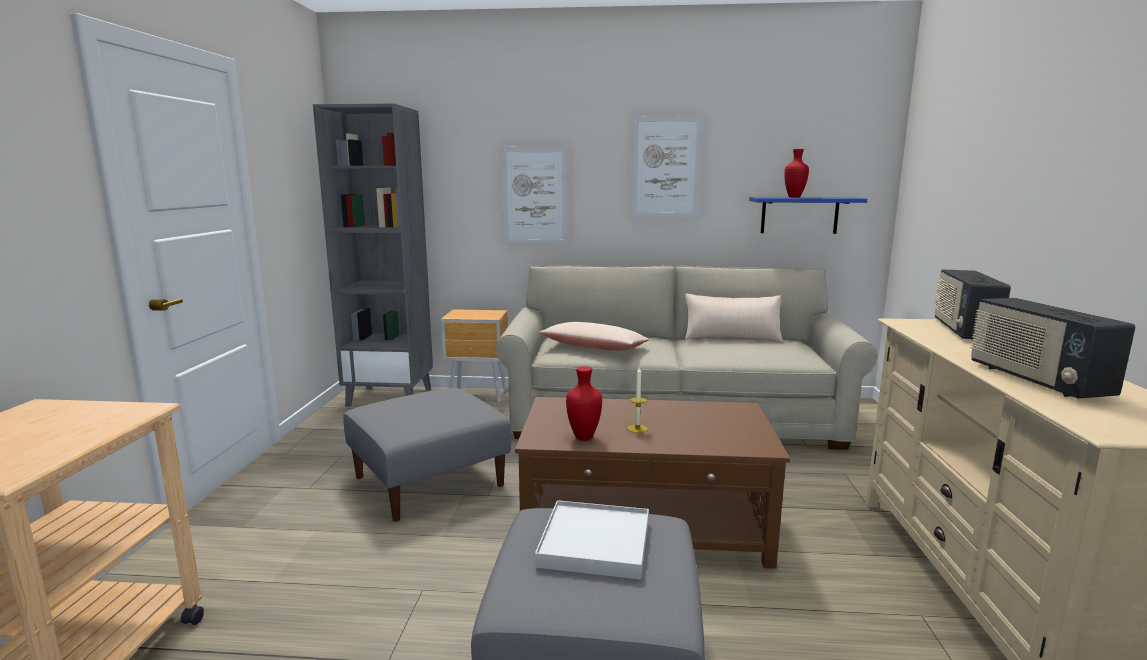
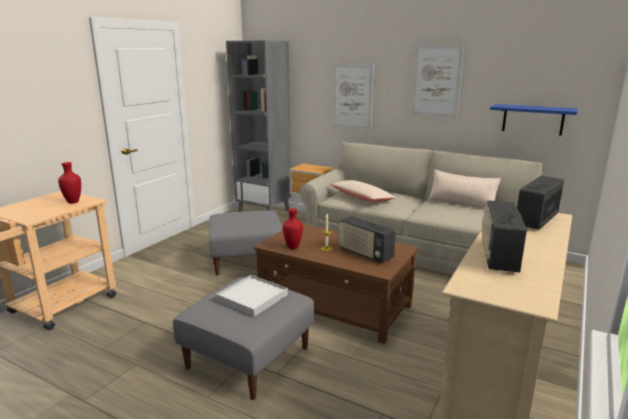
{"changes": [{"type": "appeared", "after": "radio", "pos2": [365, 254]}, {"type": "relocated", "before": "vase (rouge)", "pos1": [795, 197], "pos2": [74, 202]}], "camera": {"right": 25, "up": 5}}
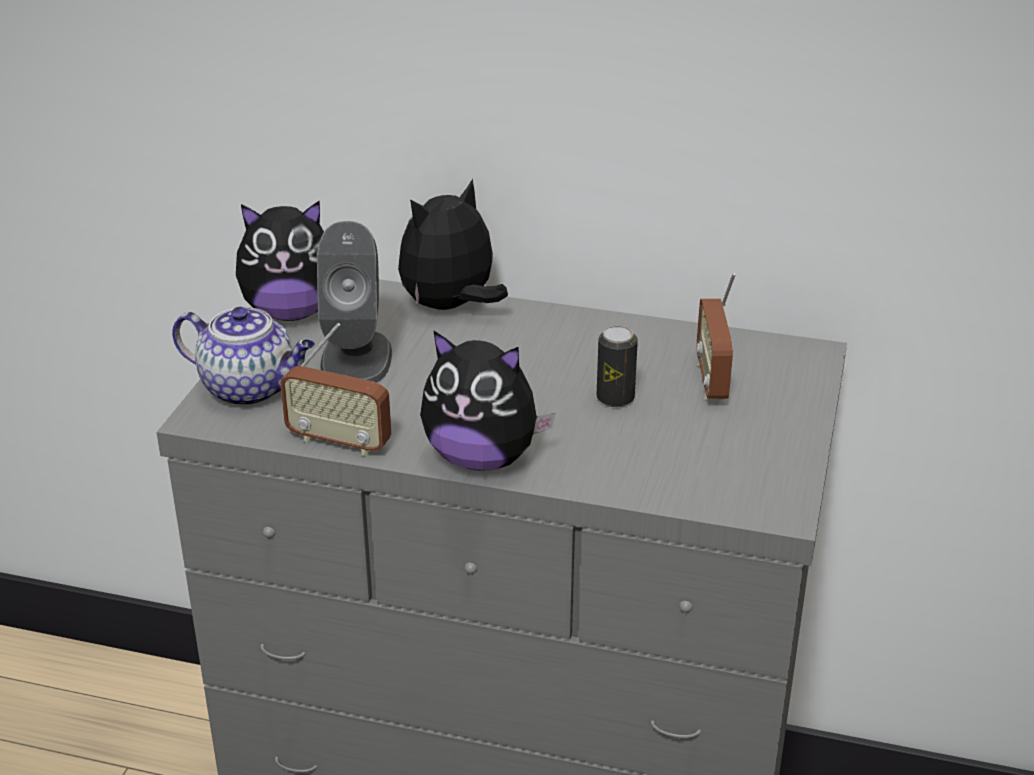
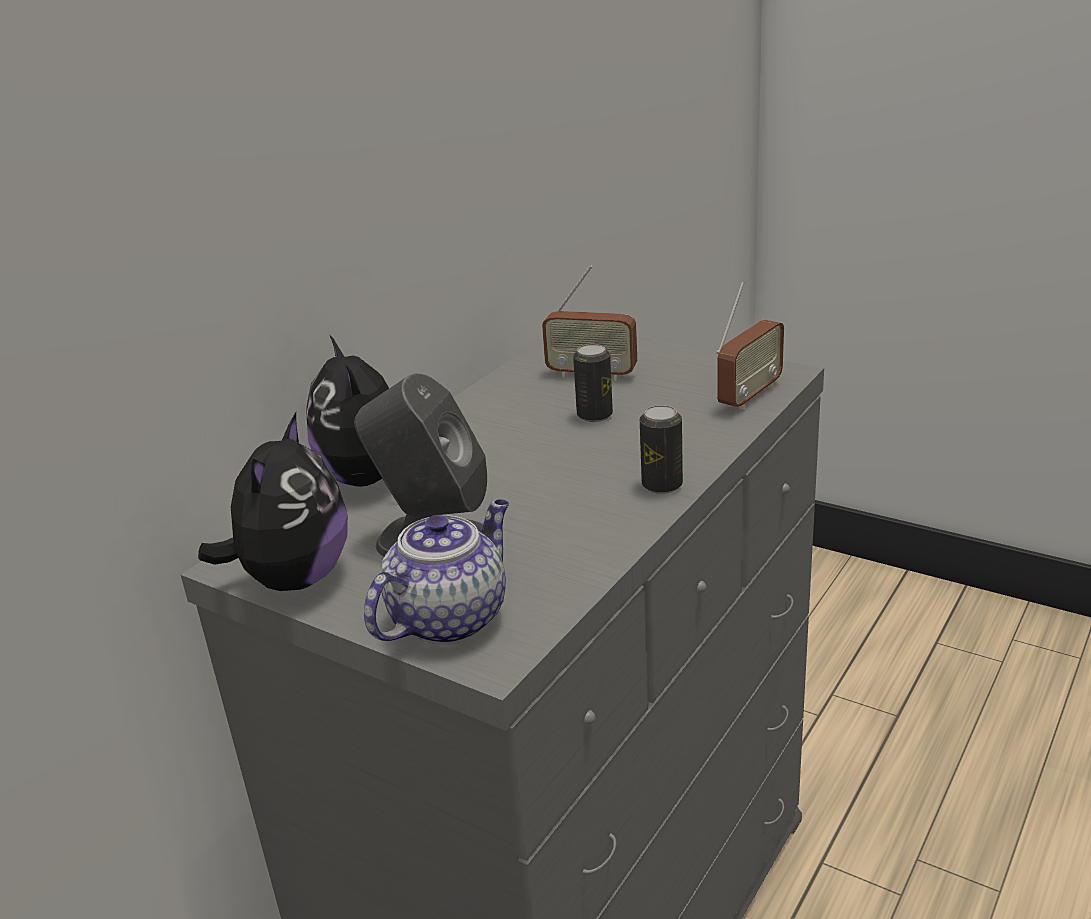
{"changes": [{"type": "relocated", "before": "radio", "pos1": [339, 442], "pos2": [749, 396]}, {"type": "exchanged", "before": "peluche", "after": "boîte métallique", "pos1": [482, 458], "pos2": [662, 485]}], "camera": {"right": -70, "up": -5}}
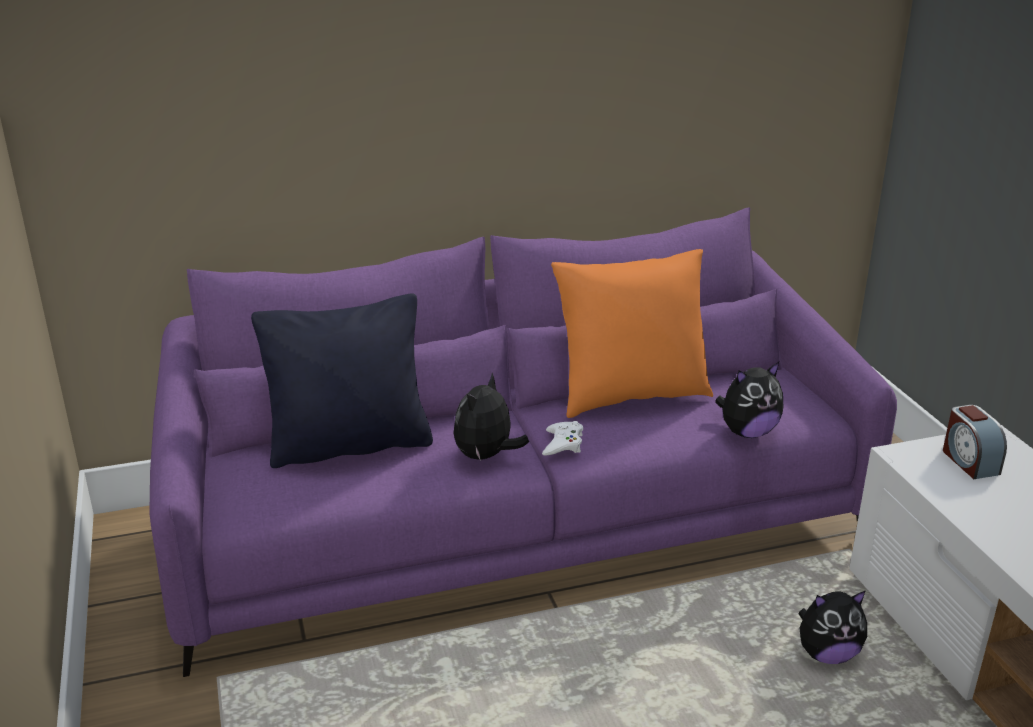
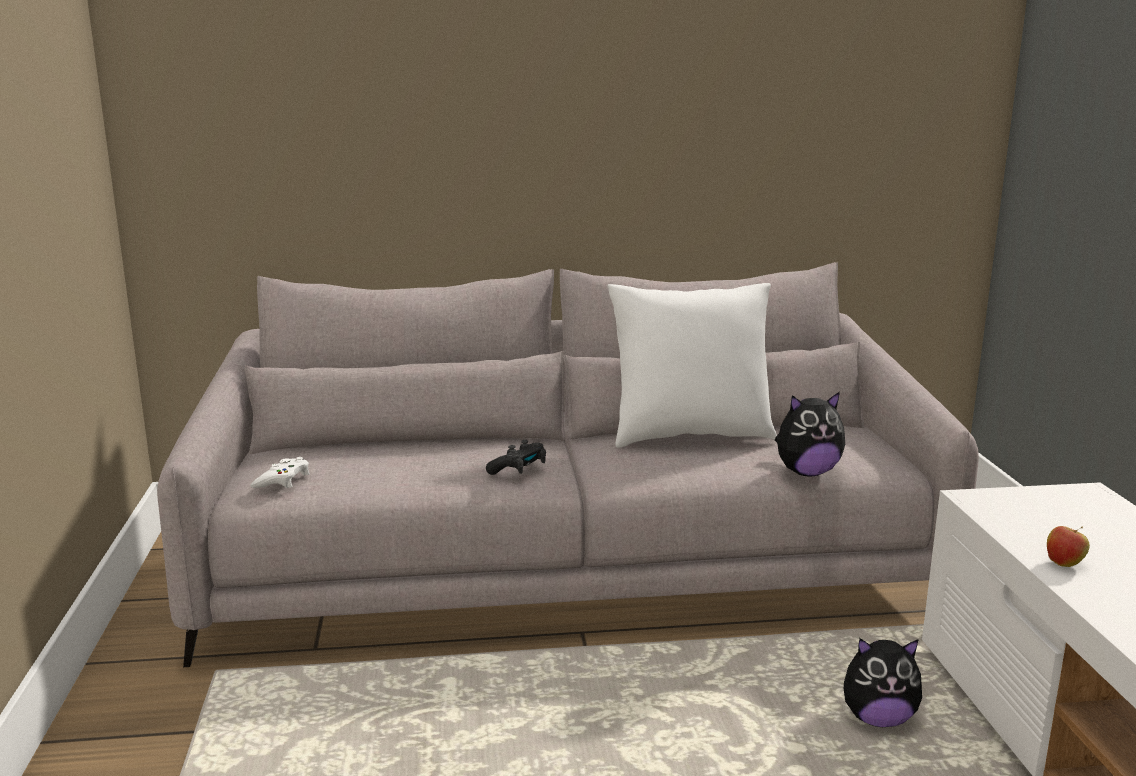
{"changes": [{"type": "missing", "before": "coussin (noir)", "pos1": [350, 445]}, {"type": "missing", "before": "réveil", "pos1": [969, 461]}, {"type": "appeared", "after": "pomme", "pos2": [1064, 564]}, {"type": "relocated", "before": "manette (blanc)", "pos1": [563, 444], "pos2": [282, 480]}, {"type": "exchanged", "before": "peluche", "after": "manette (noir)", "pos1": [486, 456], "pos2": [518, 470]}, {"type": "colour", "before": "canapé (violet)", "after": "canapé (gris)", "pos1": [516, 525], "pos2": [568, 572]}, {"type": "colour", "before": "coussin (orange)", "after": "coussin (blanc)", "pos1": [630, 396], "pos2": [689, 436]}], "camera": {"right": 10, "up": -10}}
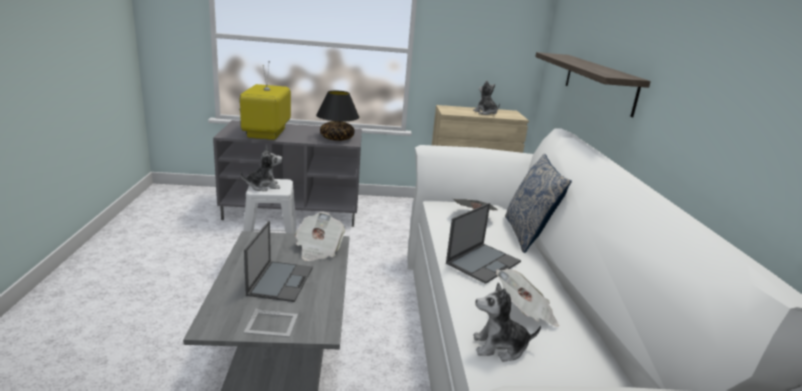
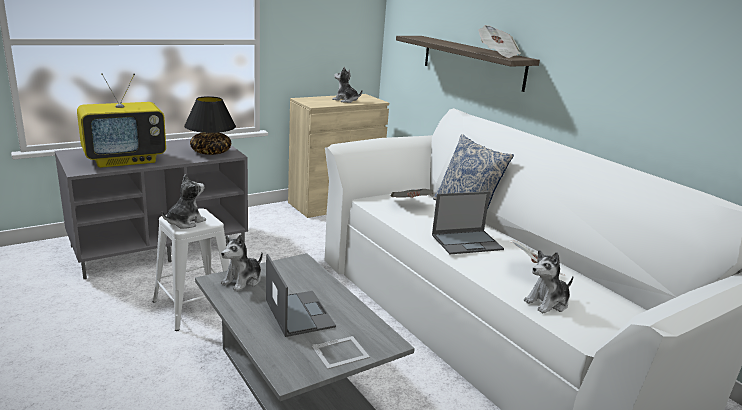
{"changes": [{"type": "appeared", "after": "peluche", "pos2": [243, 280]}, {"type": "relocated", "before": "journal", "pos1": [318, 249], "pos2": [497, 54]}, {"type": "spun", "before": "téléviseur", "pos1": [267, 133], "pos2": [125, 160], "turn": -90}, {"type": "spun", "before": "ordinateur portable", "pos1": [483, 262], "pos2": [467, 242], "turn": 60}], "camera": {"right": -30, "up": 0}}
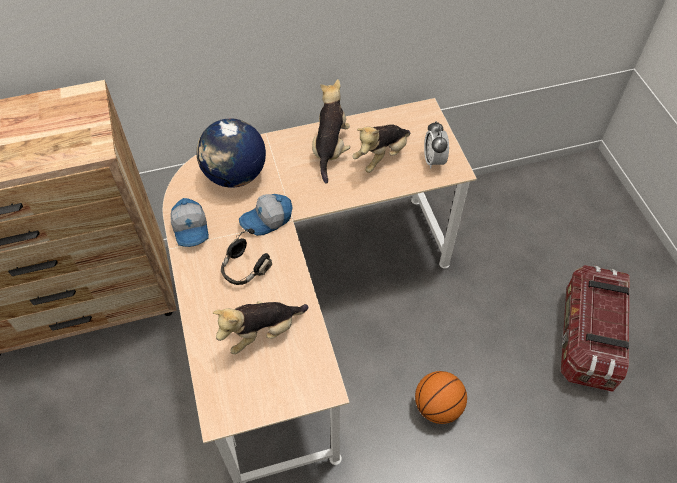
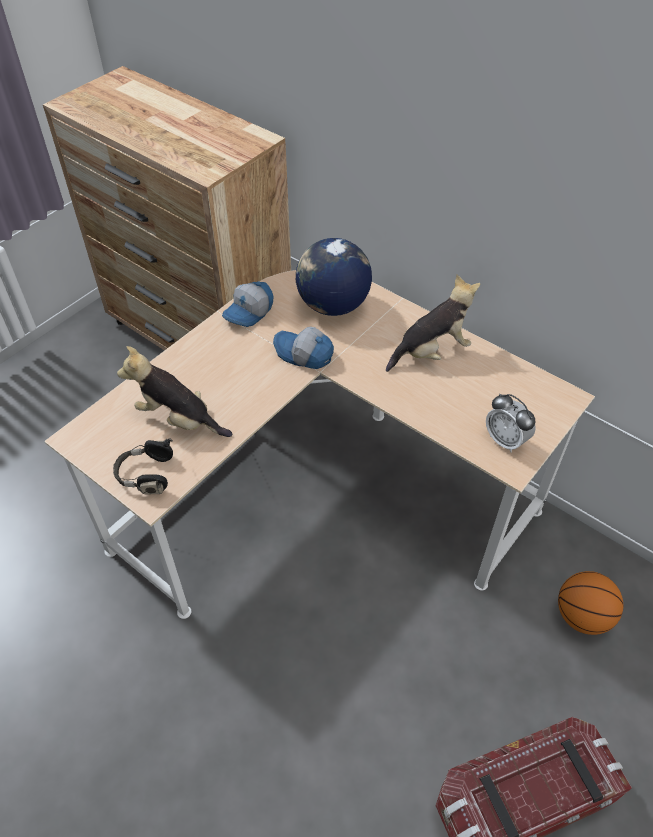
{"changes": [{"type": "missing", "before": "peluche", "pos1": [381, 156]}, {"type": "relocated", "before": "casque audio (noir)", "pos1": [244, 269], "pos2": [146, 475]}, {"type": "relocated", "before": "ballon de basket", "pos1": [437, 406], "pos2": [582, 616]}, {"type": "spun", "before": "réveil", "pos1": [434, 160], "pos2": [505, 440], "turn": -90}], "camera": {"right": 55, "up": -5}}
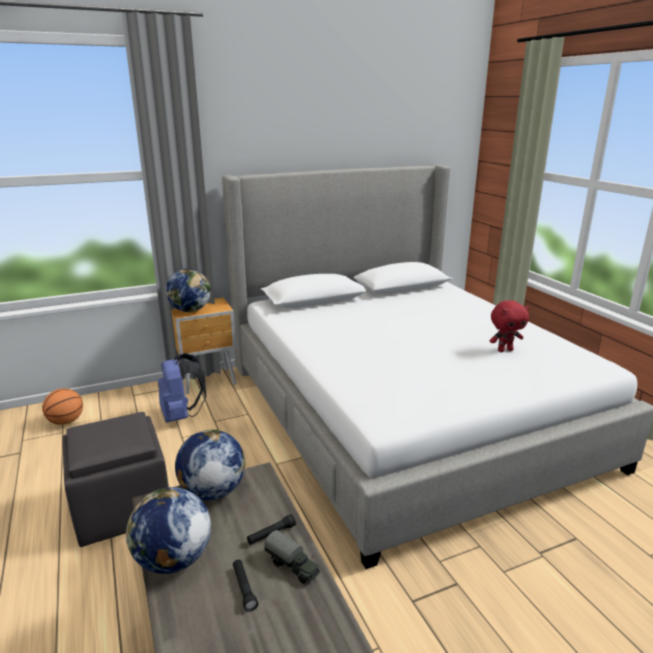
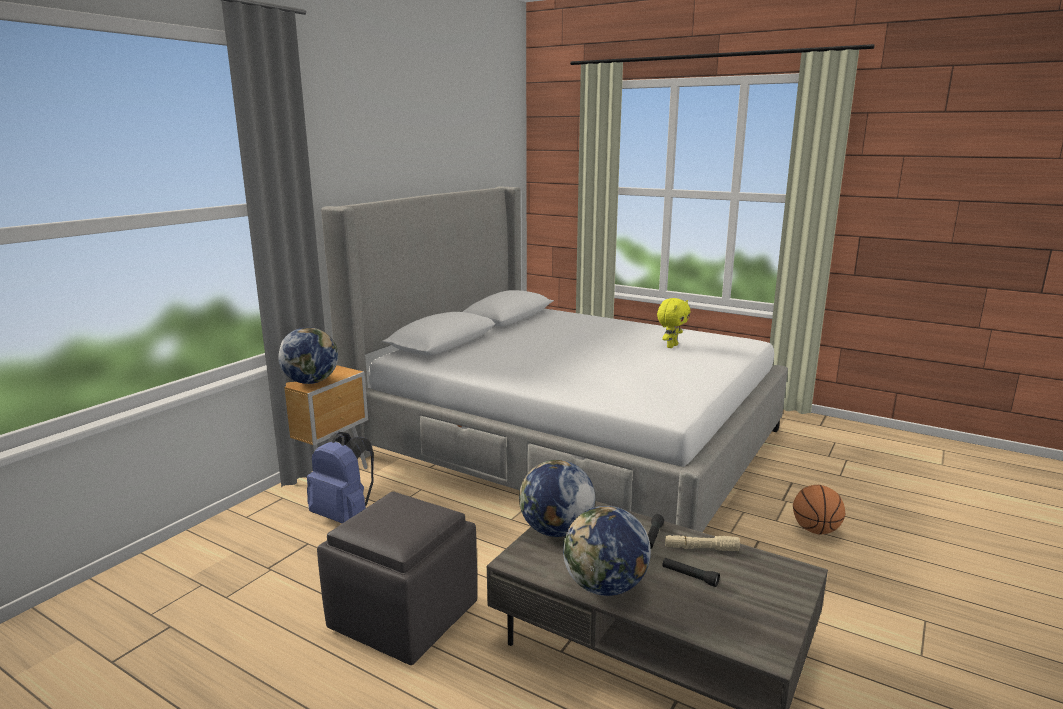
{"changes": [{"type": "relocated", "before": "ballon de basket", "pos1": [66, 422], "pos2": [815, 530]}, {"type": "exchanged", "before": "camion jouet", "after": "lampe de poche (beige)", "pos1": [292, 566], "pos2": [701, 548]}, {"type": "colour", "before": "peluche (rouge)", "after": "peluche (jaune)", "pos1": [505, 350], "pos2": [671, 346]}], "camera": {"right": -35, "up": -5}}
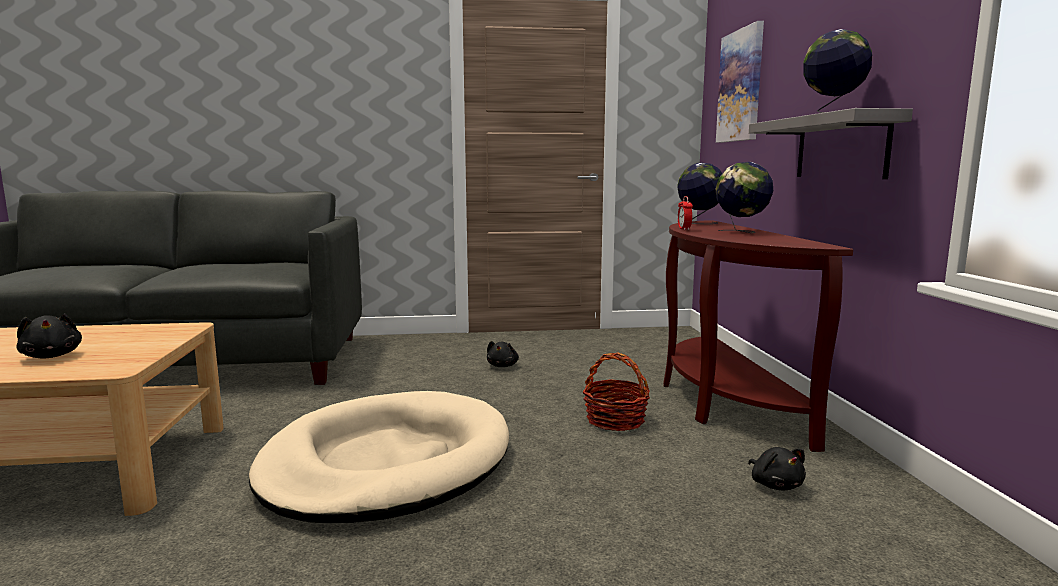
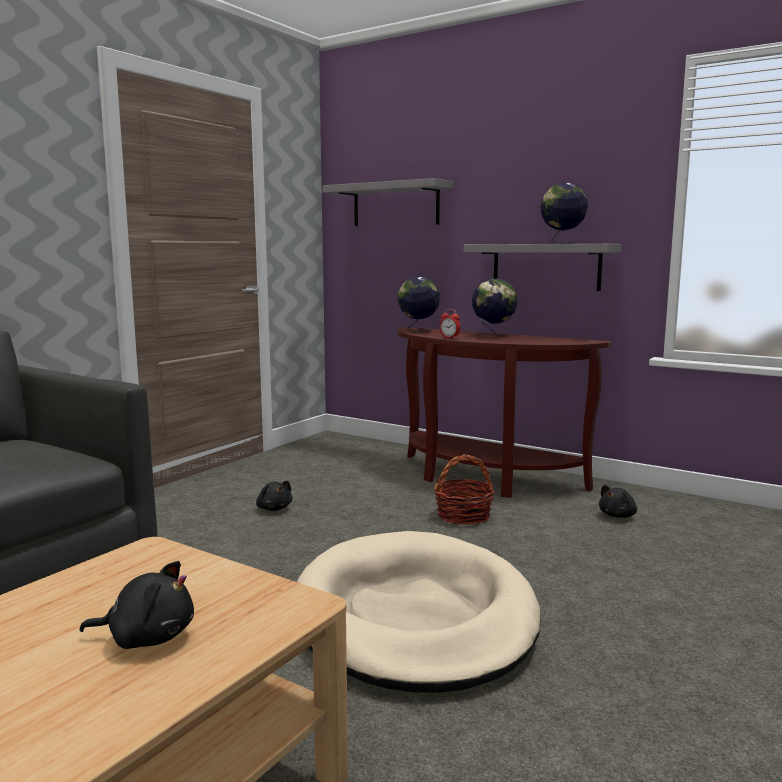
{"changes": [{"type": "exchanged", "before": "tableau", "after": "étagère (gris)", "pos1": [741, 86], "pos2": [395, 205]}, {"type": "spun", "before": "peluche (noir)", "pos1": [775, 484], "pos2": [618, 515], "turn": 120}], "camera": {"right": -50, "up": 0}}
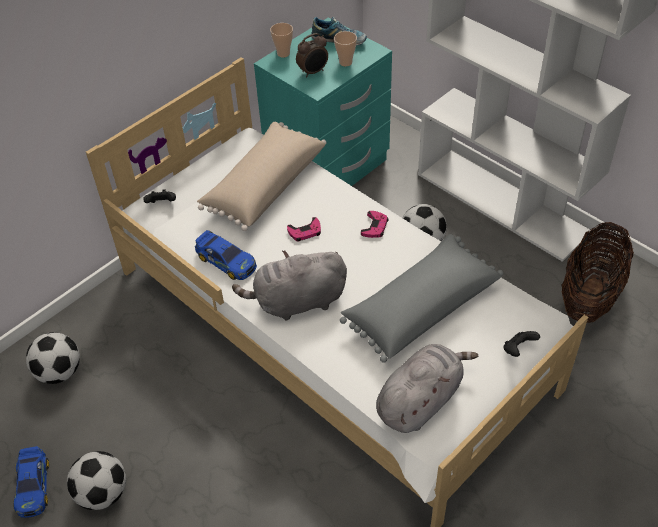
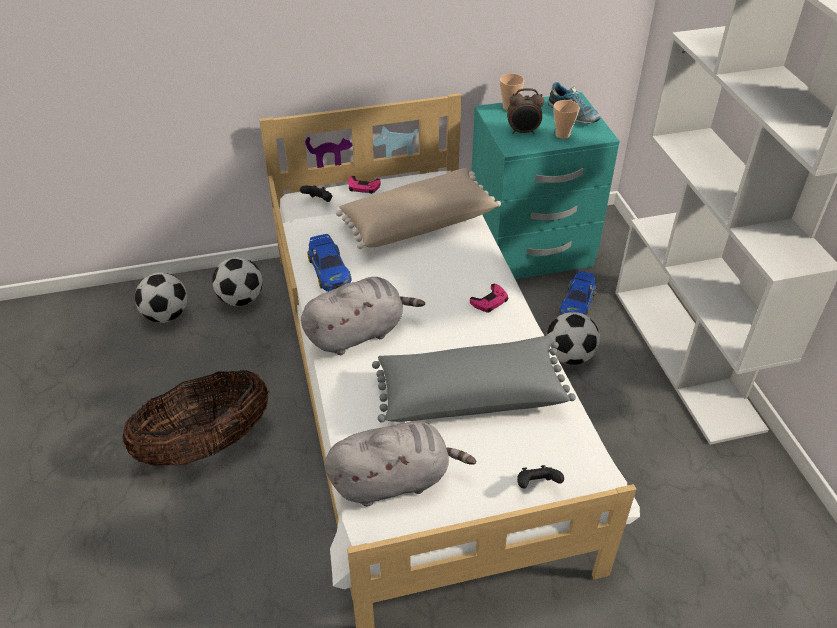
{"changes": [{"type": "relocated", "before": "petite voiture", "pos1": [33, 485], "pos2": [577, 302]}, {"type": "relocated", "before": "ballon de foot", "pos1": [103, 493], "pos2": [241, 299]}, {"type": "relocated", "before": "manette (rose)", "pos1": [305, 232], "pos2": [363, 187]}, {"type": "relocated", "before": "panier", "pos1": [589, 296], "pos2": [206, 445]}, {"type": "spun", "before": "peluche (gris)", "pos1": [296, 302], "pos2": [358, 333], "turn": 135}], "camera": {"right": 30, "up": -5}}
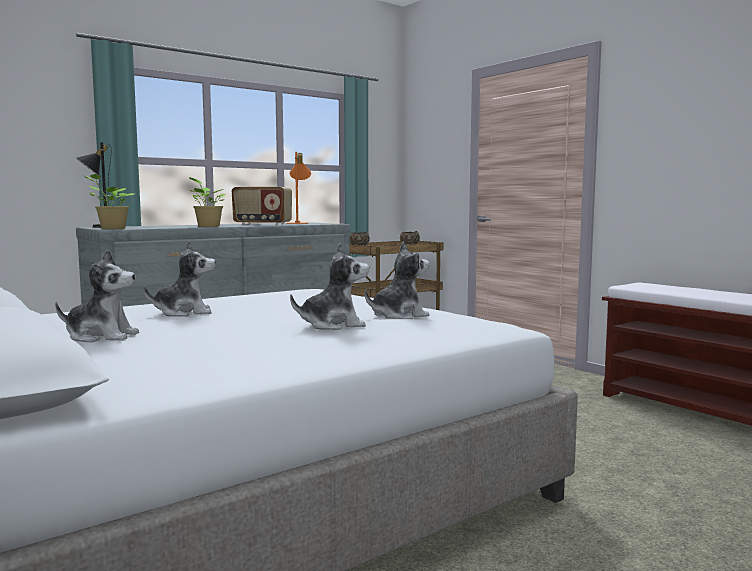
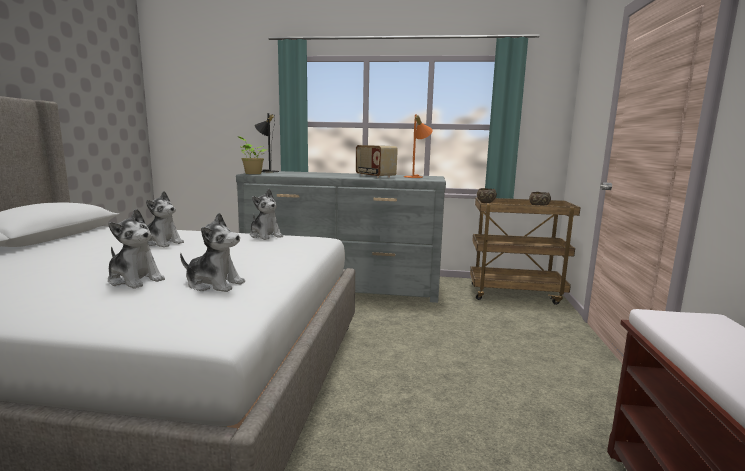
{"changes": [{"type": "missing", "before": "plante en pot", "pos1": [207, 226]}, {"type": "relocated", "before": "peluche", "pos1": [101, 337], "pos2": [265, 235]}], "camera": {"right": 45, "up": 5}}
